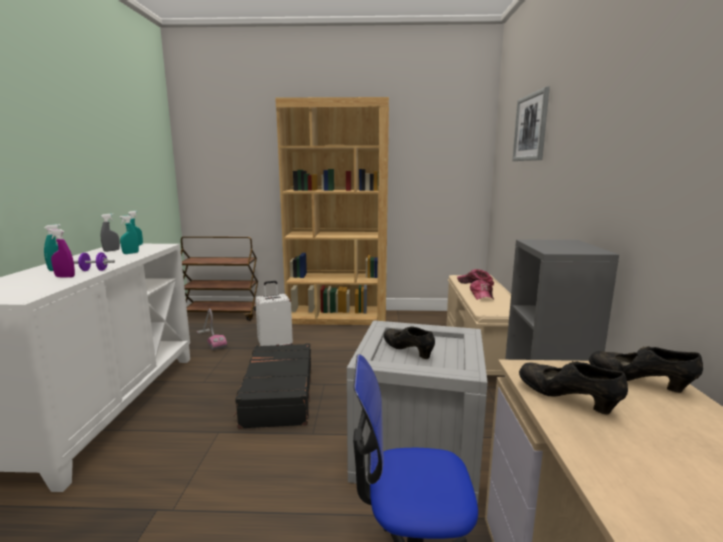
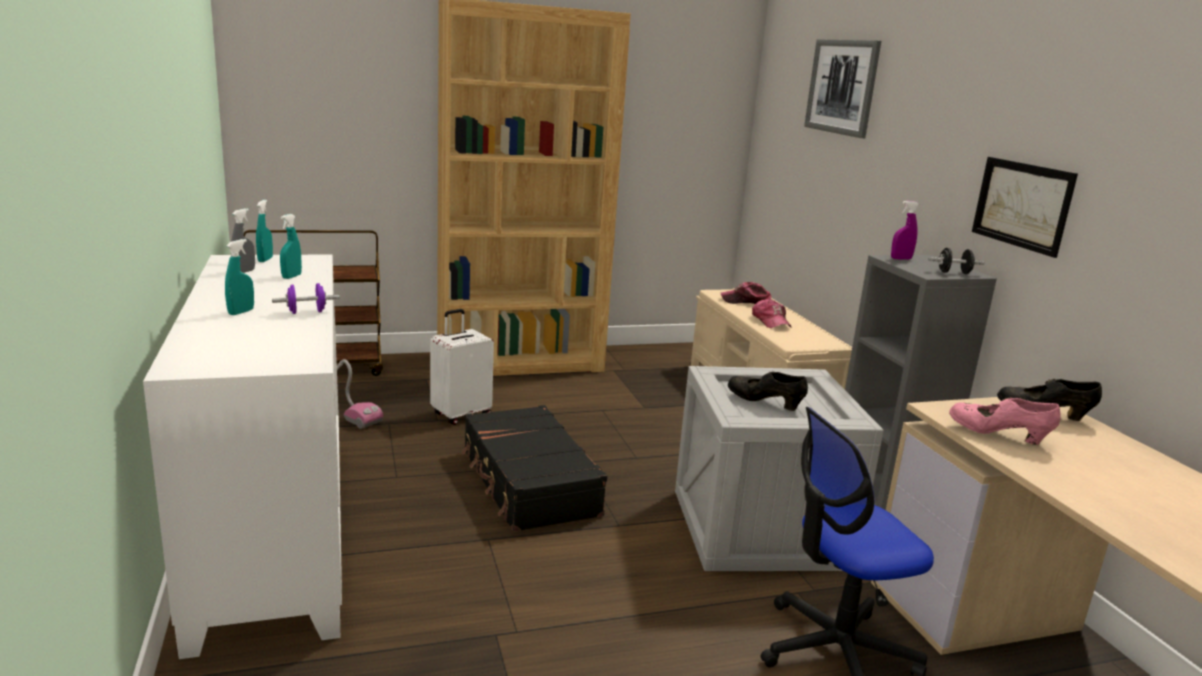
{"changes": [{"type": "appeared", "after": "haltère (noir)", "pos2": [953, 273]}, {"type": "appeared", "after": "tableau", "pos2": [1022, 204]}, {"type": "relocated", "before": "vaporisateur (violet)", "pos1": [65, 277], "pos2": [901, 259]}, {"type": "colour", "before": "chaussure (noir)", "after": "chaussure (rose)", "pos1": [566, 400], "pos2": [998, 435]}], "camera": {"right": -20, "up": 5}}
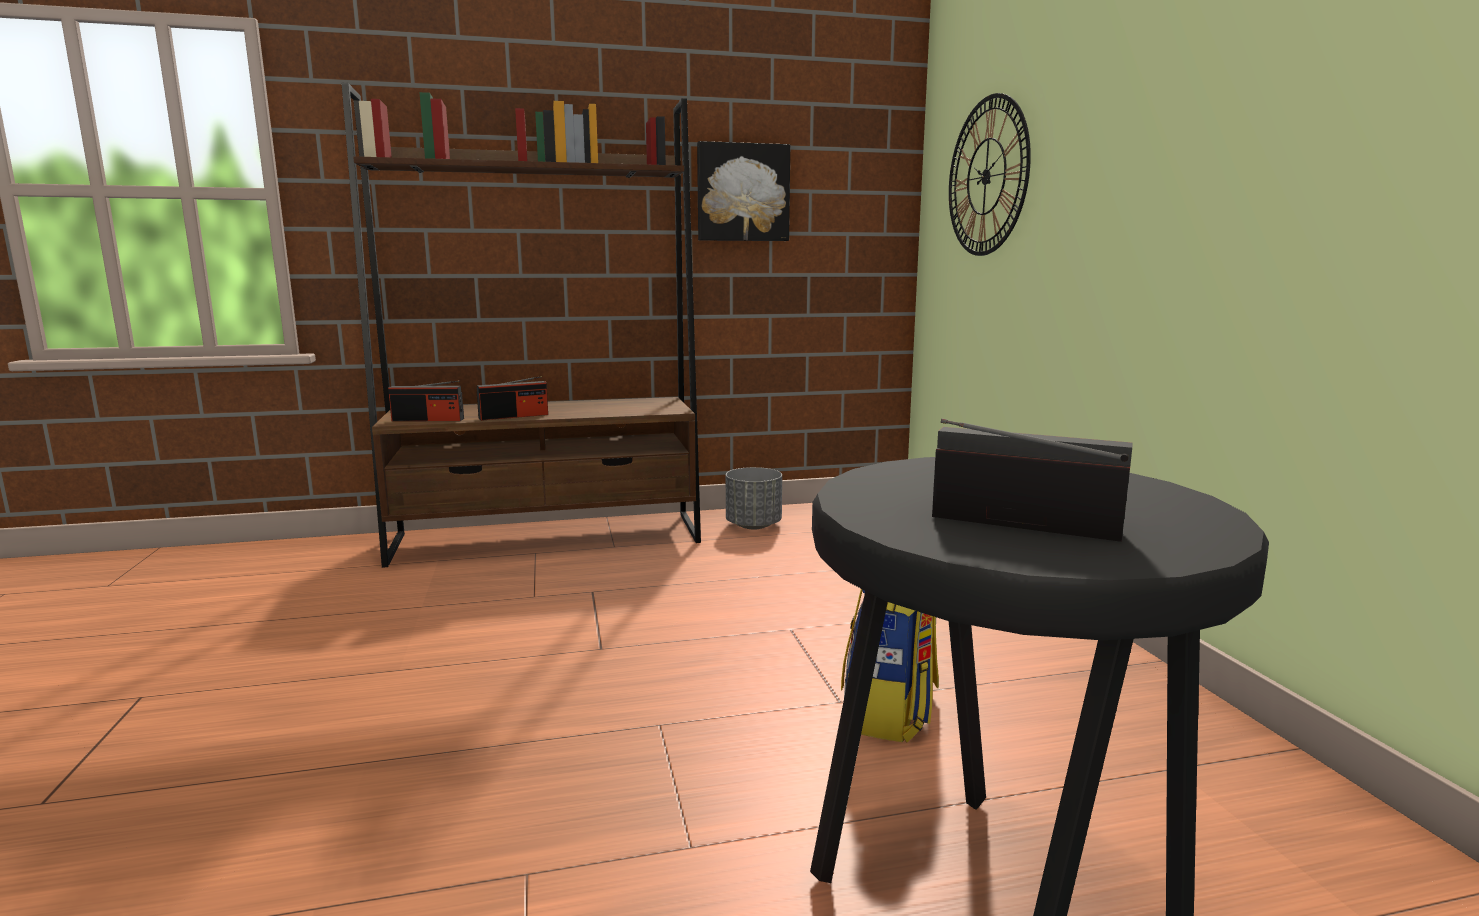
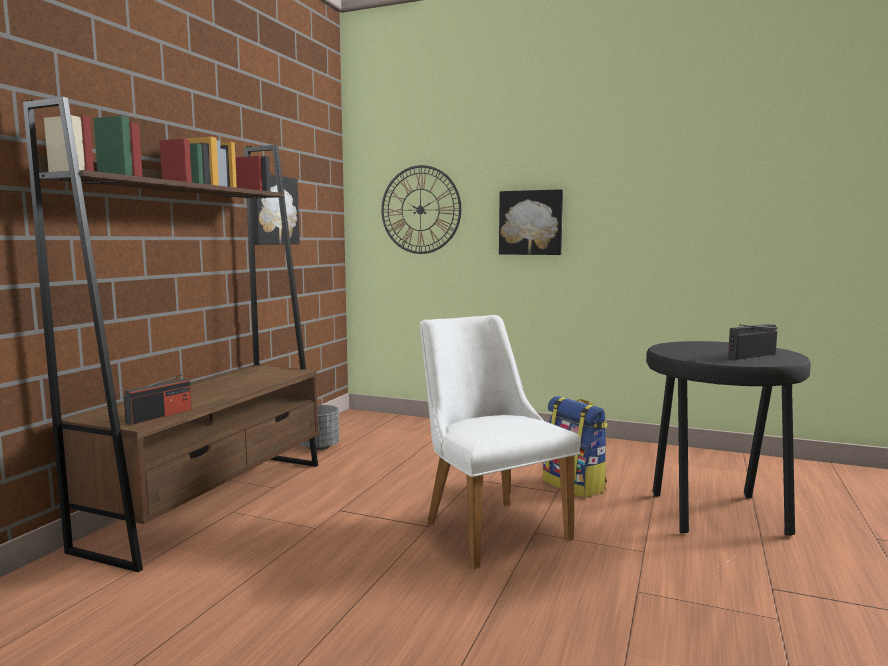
{"changes": [{"type": "missing", "before": "radio", "pos1": [514, 416]}, {"type": "appeared", "after": "chaise (blanc)", "pos2": [488, 525]}, {"type": "appeared", "after": "tableau", "pos2": [531, 222]}], "camera": {"right": -55, "up": -5}}
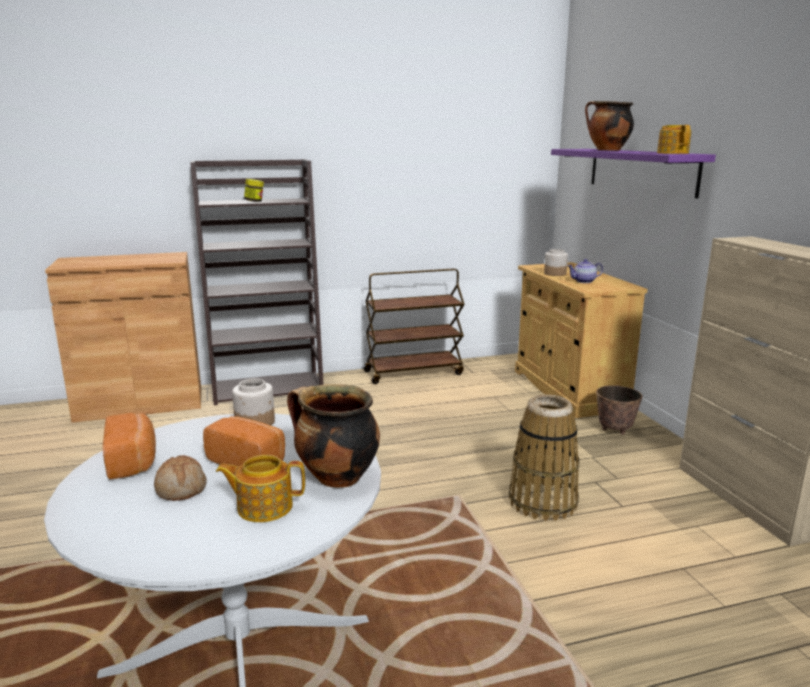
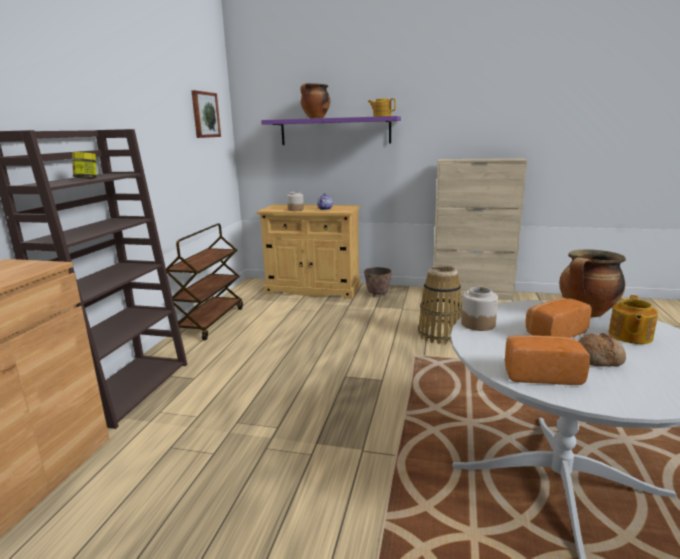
{"changes": [{"type": "appeared", "after": "tableau", "pos2": [205, 115]}], "camera": {"right": -60, "up": 0}}
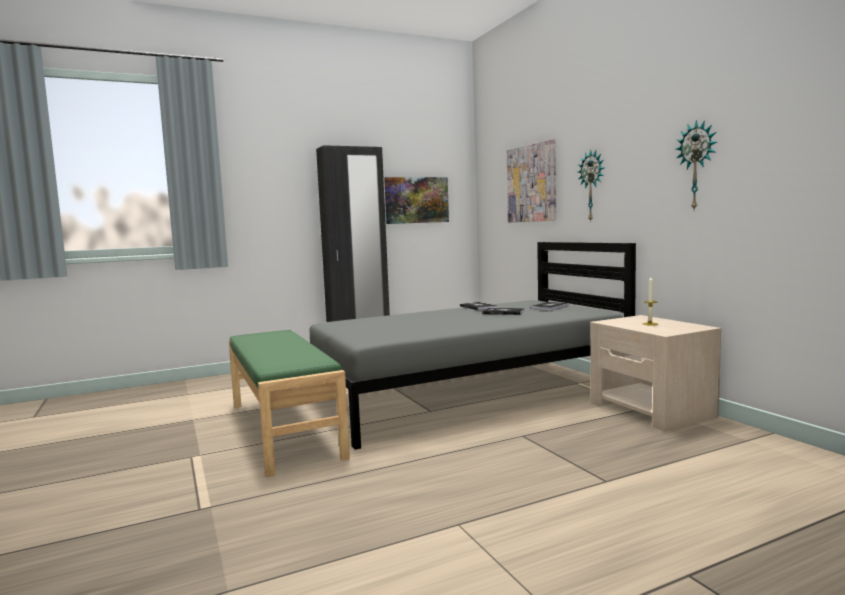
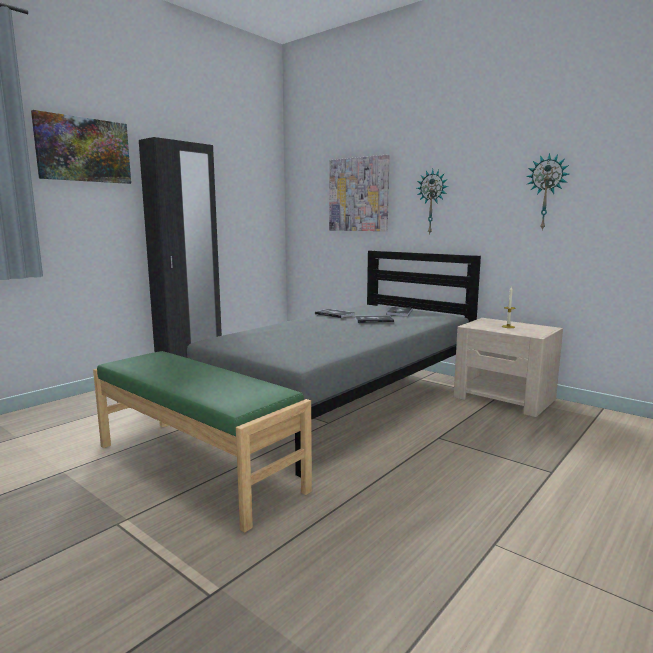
{"changes": [{"type": "relocated", "before": "tableau", "pos1": [416, 200], "pos2": [83, 150]}], "camera": {"right": -25, "up": 5}}
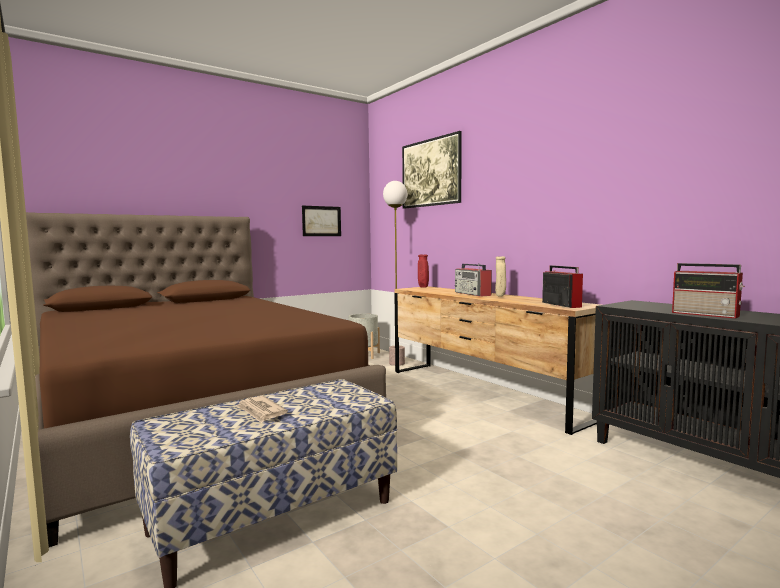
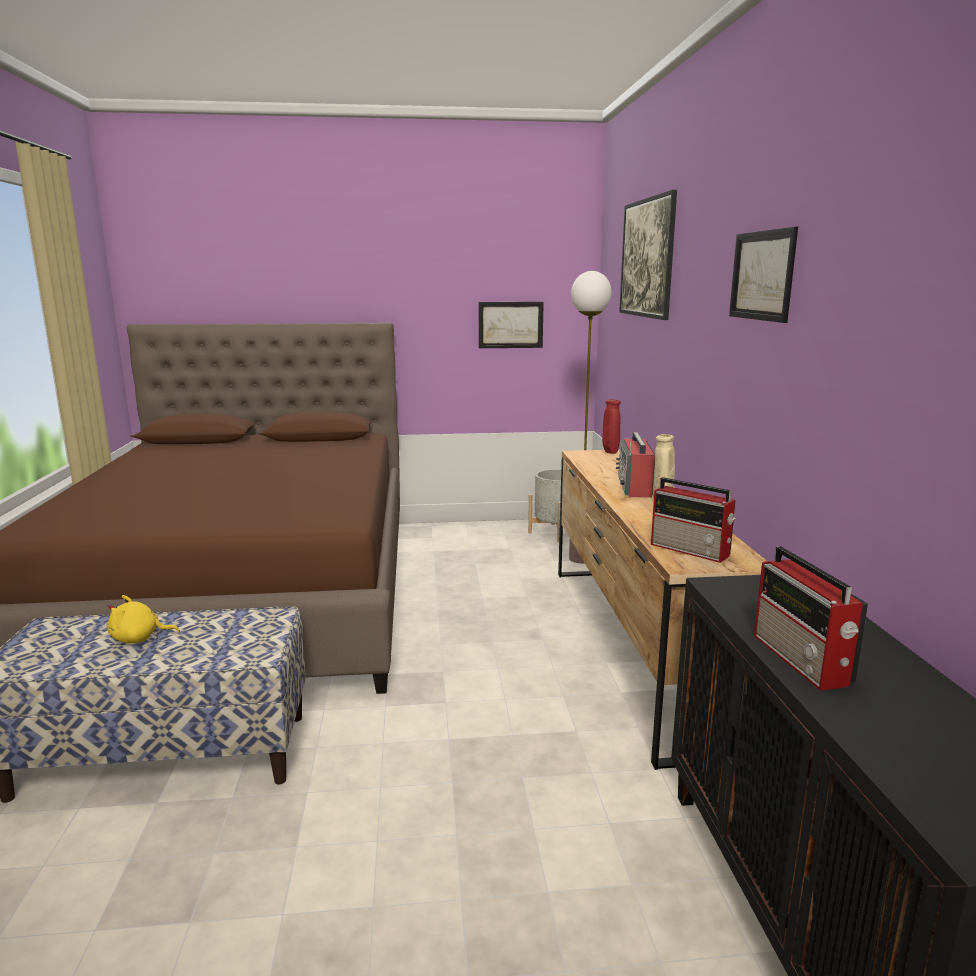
{"changes": [{"type": "appeared", "after": "tableau", "pos2": [762, 275]}, {"type": "exchanged", "before": "journal", "after": "peluche (jaune)", "pos1": [261, 411], "pos2": [139, 638]}, {"type": "spun", "before": "radio", "pos1": [560, 305], "pos2": [691, 550], "turn": 120}], "camera": {"right": 30, "up": 10}}
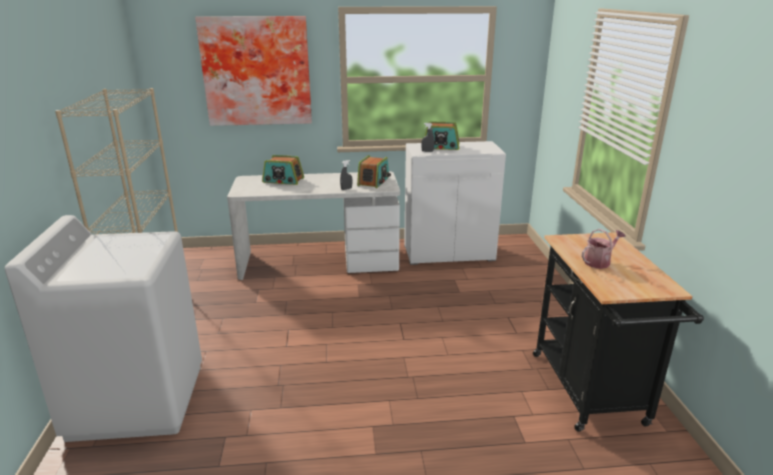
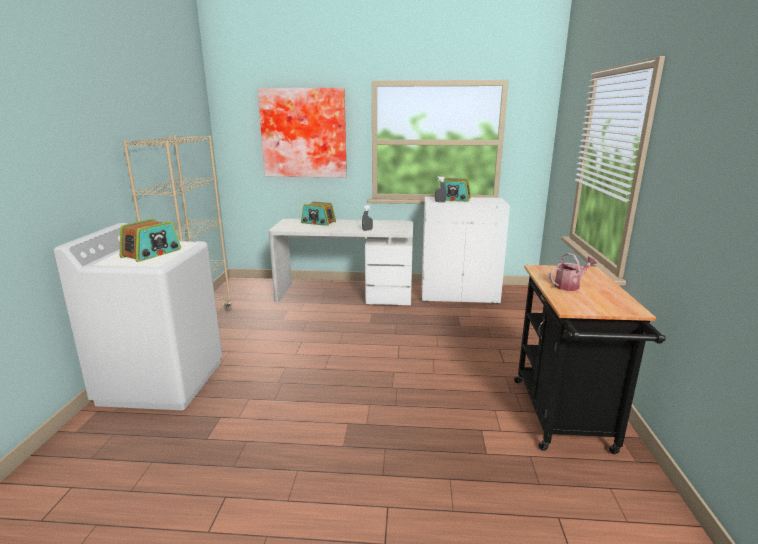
{"changes": [{"type": "relocated", "before": "radio", "pos1": [374, 181], "pos2": [152, 253]}], "camera": {"right": 10, "up": -5}}
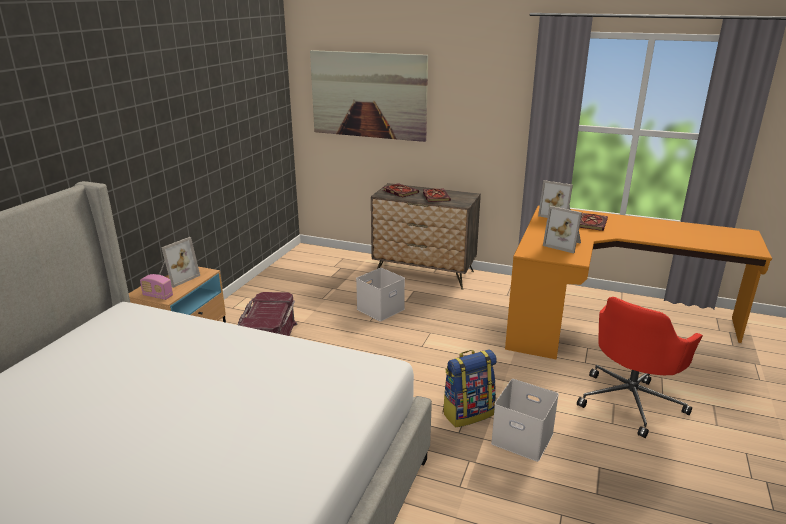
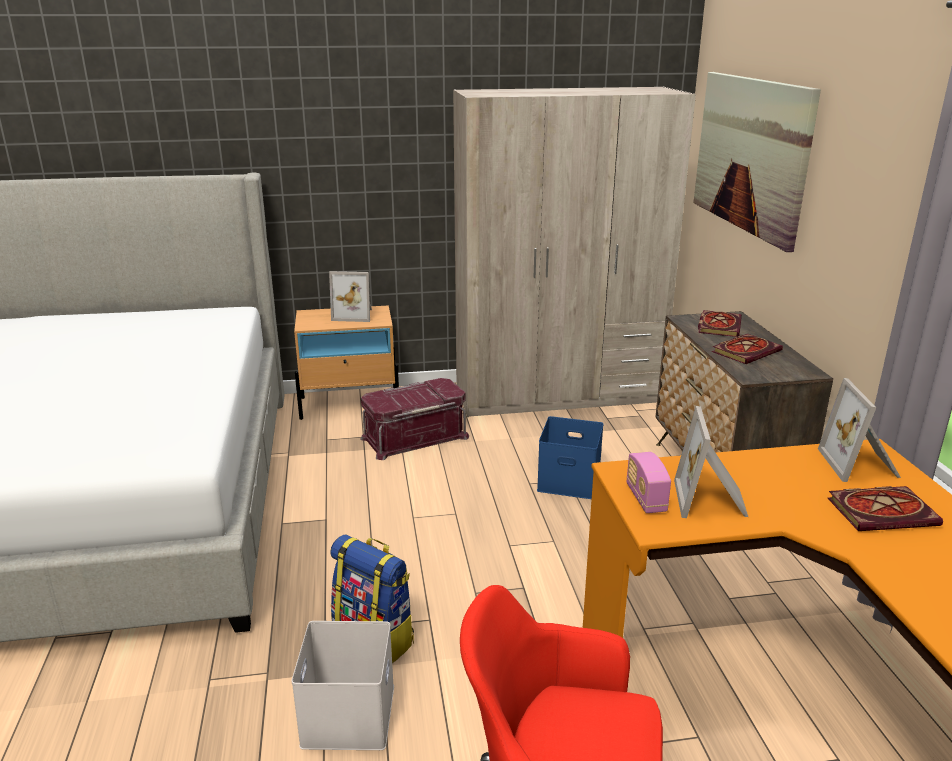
{"changes": [{"type": "appeared", "after": "armoire (beige)", "pos2": [558, 394]}, {"type": "relocated", "before": "radio", "pos1": [158, 296], "pos2": [646, 499]}, {"type": "colour", "before": "boîte de rangement (blanc)", "after": "boîte de rangement (bleu)", "pos1": [380, 308], "pos2": [570, 480]}], "camera": {"right": 60, "up": 0}}
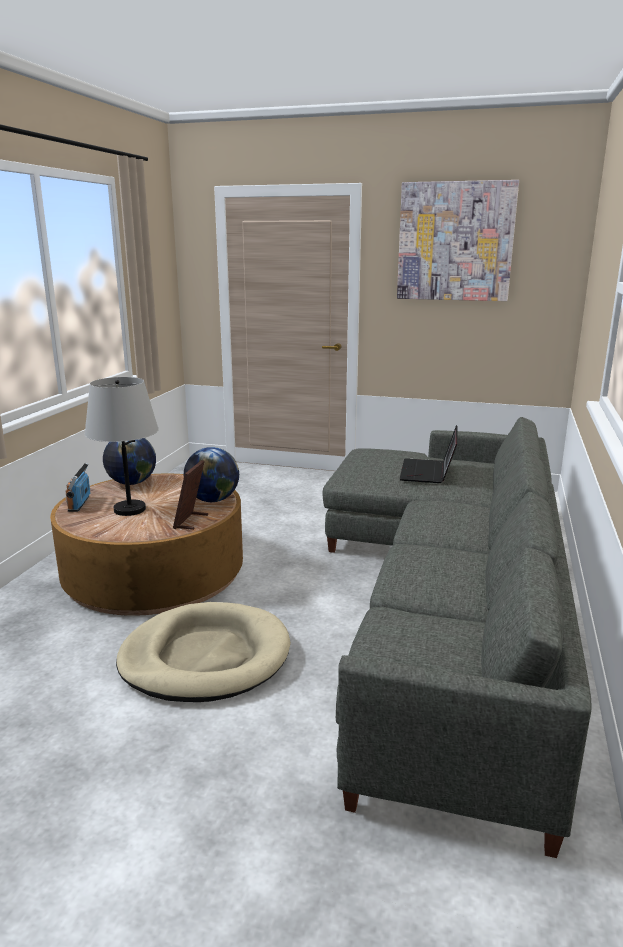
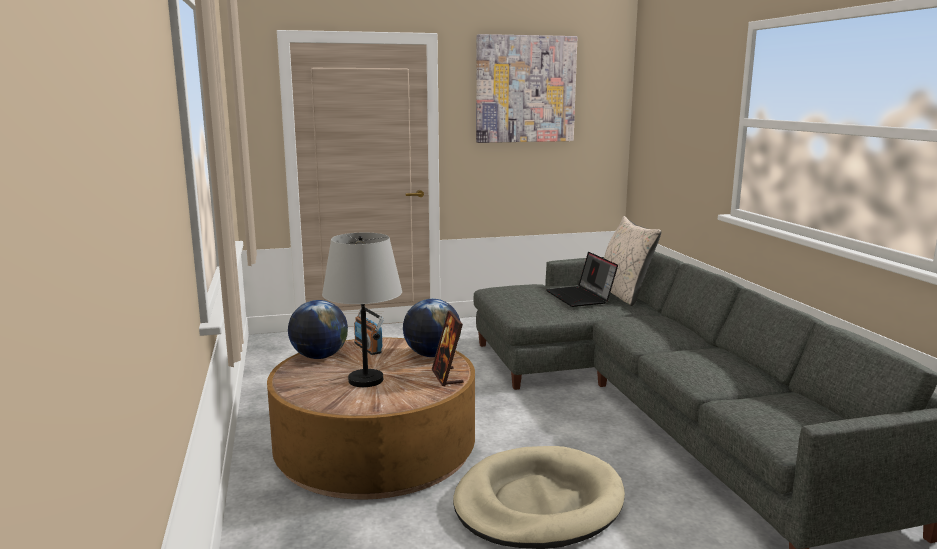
{"changes": [{"type": "appeared", "after": "coussin (beige)", "pos2": [623, 294]}, {"type": "relocated", "before": "radio", "pos1": [79, 504], "pos2": [368, 348]}], "camera": {"right": -30, "up": -5}}
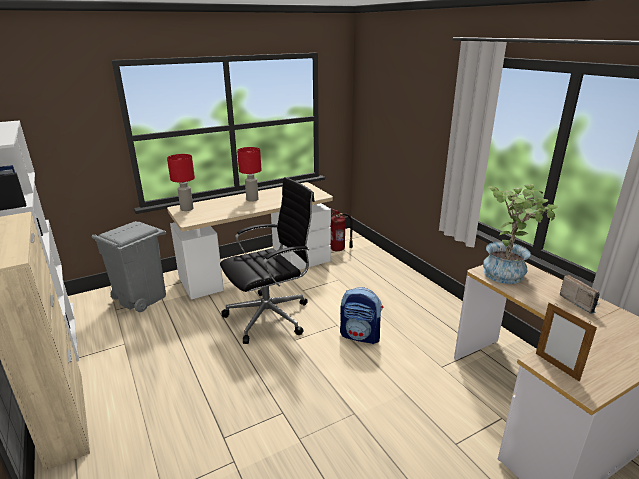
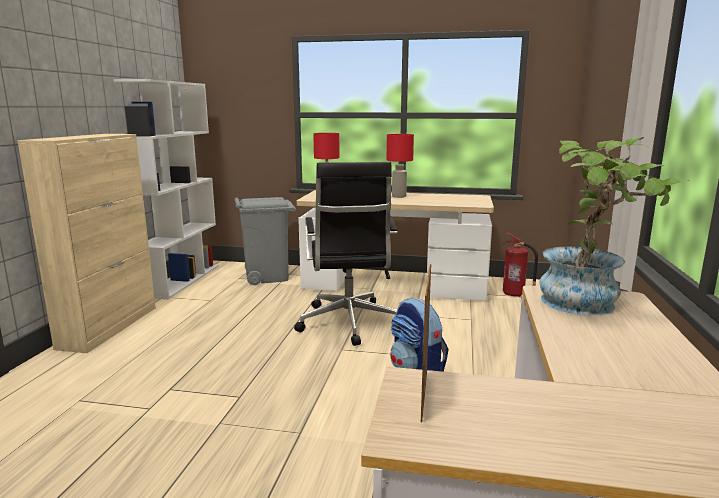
{"changes": [{"type": "missing", "before": "radio", "pos1": [579, 302]}, {"type": "spun", "before": "chaise de bureau (noir)", "pos1": [271, 316], "pos2": [349, 323], "turn": 75}], "camera": {"right": 40, "up": -10}}
